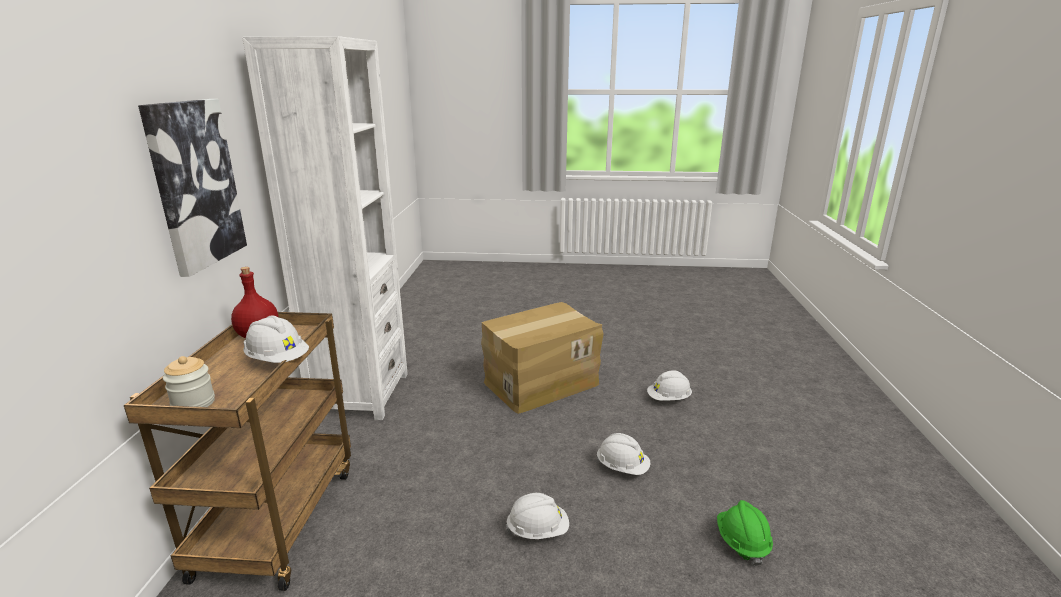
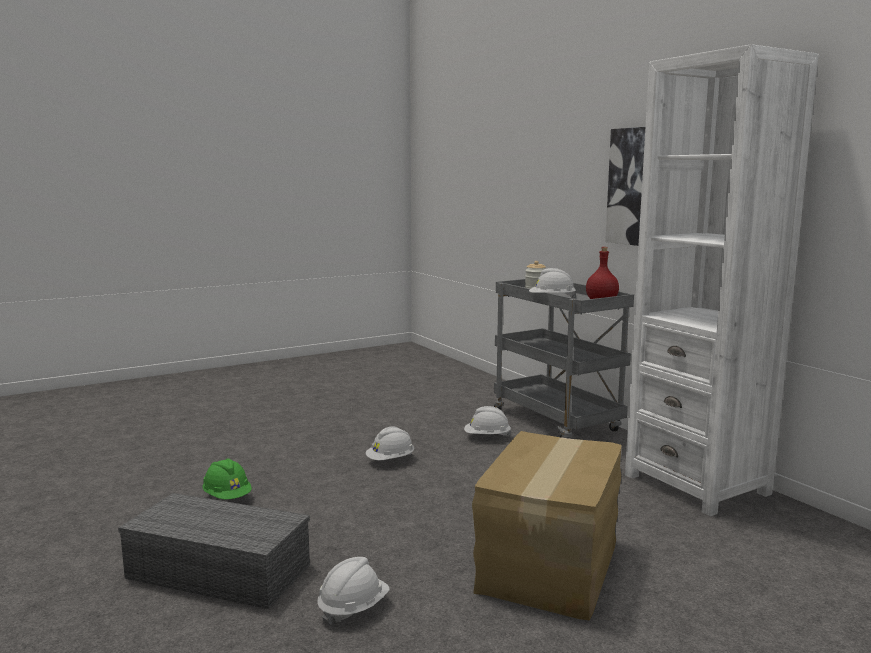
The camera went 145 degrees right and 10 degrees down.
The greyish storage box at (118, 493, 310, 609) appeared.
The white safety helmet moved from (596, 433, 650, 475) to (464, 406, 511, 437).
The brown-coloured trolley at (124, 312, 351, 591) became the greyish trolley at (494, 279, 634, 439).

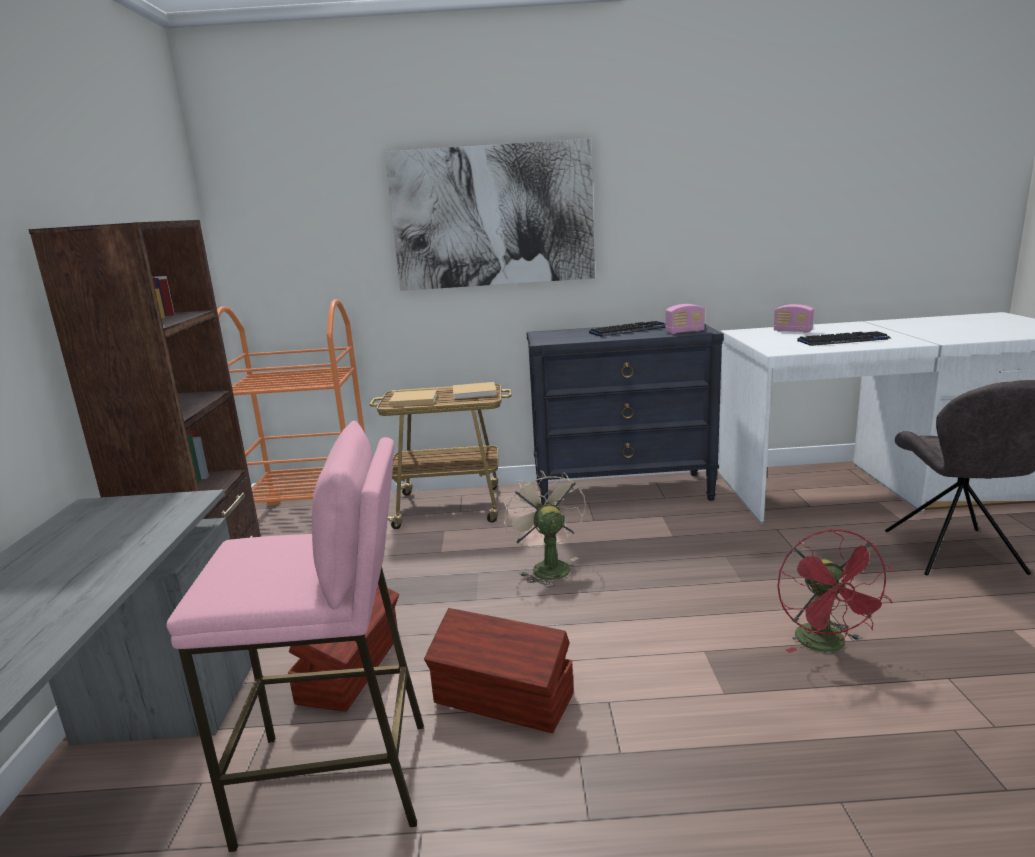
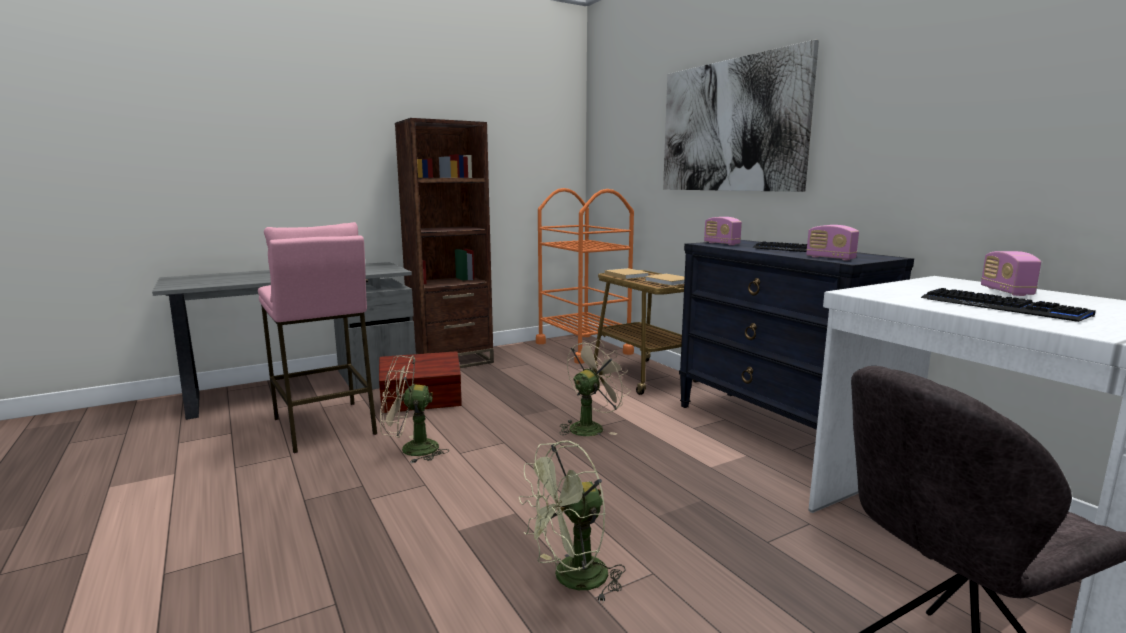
The camera went 60 degrees right and 5 degrees down.
The radio receiver at (704, 217, 742, 245) appeared.
The brown-coloured storage box at (424, 608, 573, 733) was replaced by the sand-coloured cooling fan at (380, 355, 449, 463).
The red cooling fan at (777, 529, 894, 653) became the green-coloured cooling fan at (519, 440, 626, 602).

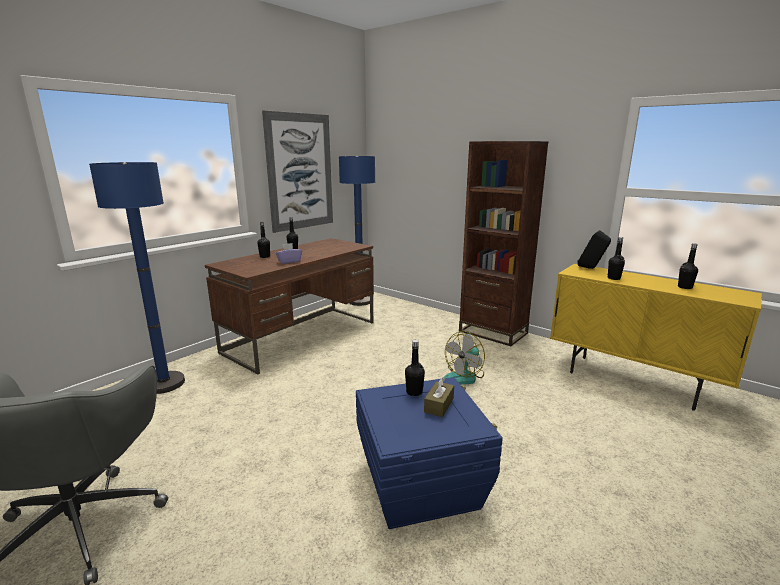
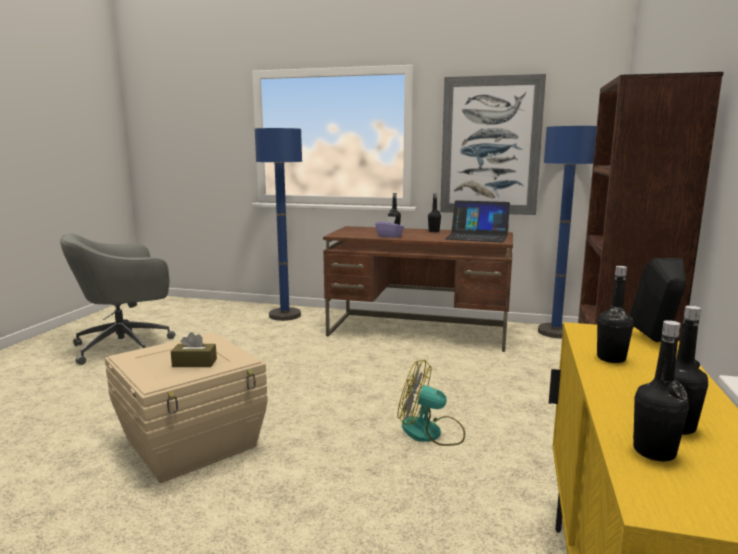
The camera went 65 degrees right and 5 degrees down.
The notebook computer at (445, 200, 510, 243) appeared.
The blackish drink bottle moved from (405, 340, 425, 396) to (633, 320, 689, 461).
The bluish storage box at (356, 377, 503, 529) became the sand-coloured storage box at (105, 333, 268, 483).

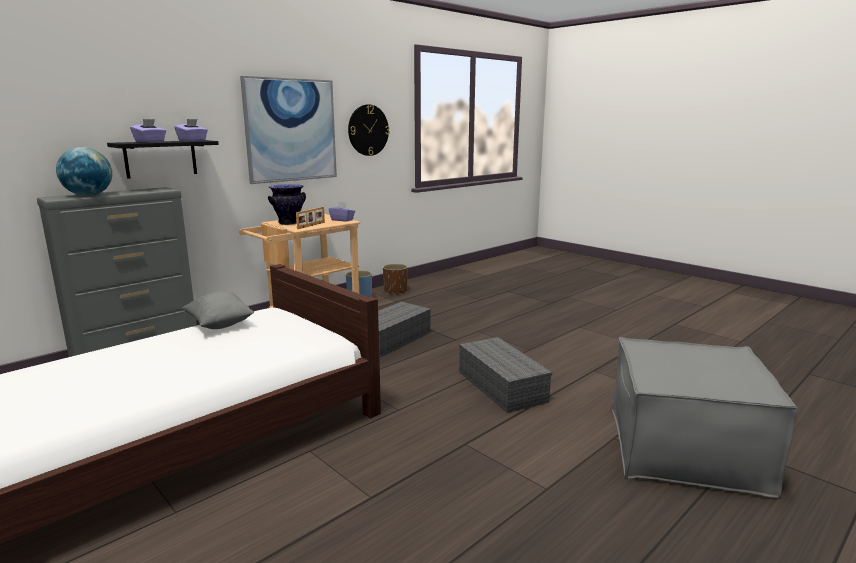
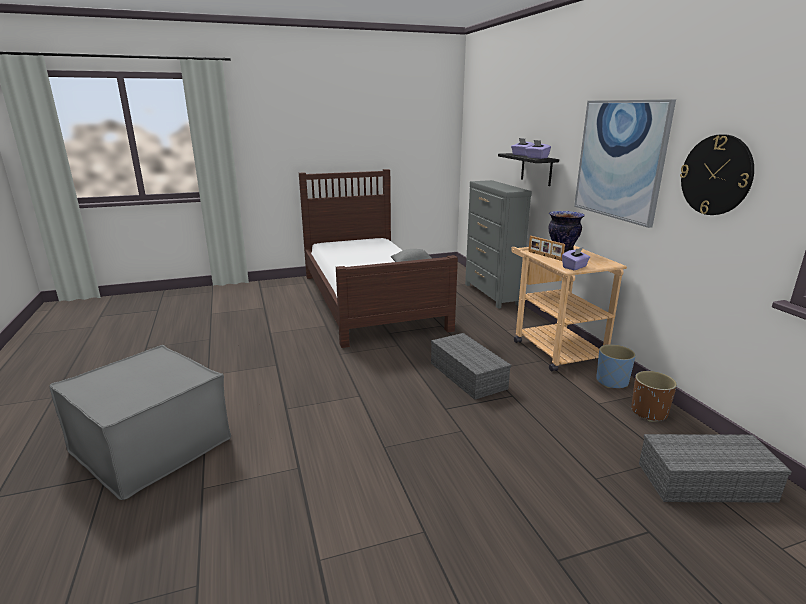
The camera went 115 degrees right and 5 degrees up.
The globe at (56, 147, 112, 196) disappeared.
The greyish storage box moved from (459, 337, 552, 413) to (639, 434, 792, 503).

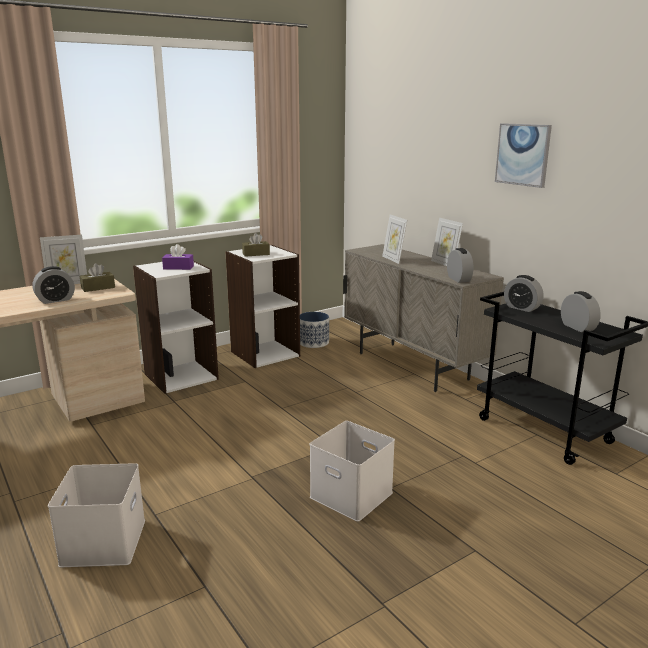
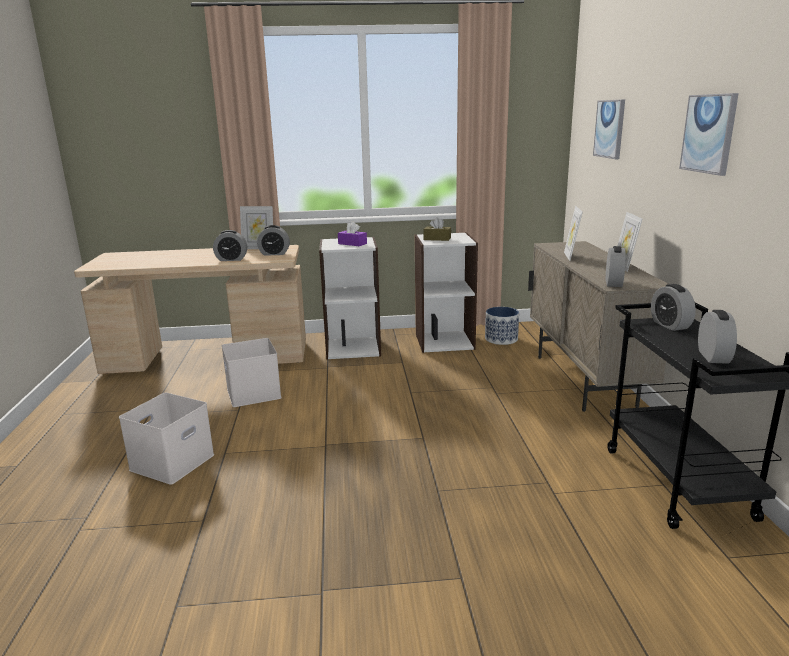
The camera went 30 degrees right and 0 degrees up.
The wall art at (593, 99, 625, 159) appeared.
The white storage box moved from (310, 421, 395, 522) to (222, 338, 282, 407).
The brown-coloured tissue box at (80, 263, 115, 292) was replaced by the alarm clock at (257, 225, 290, 256).

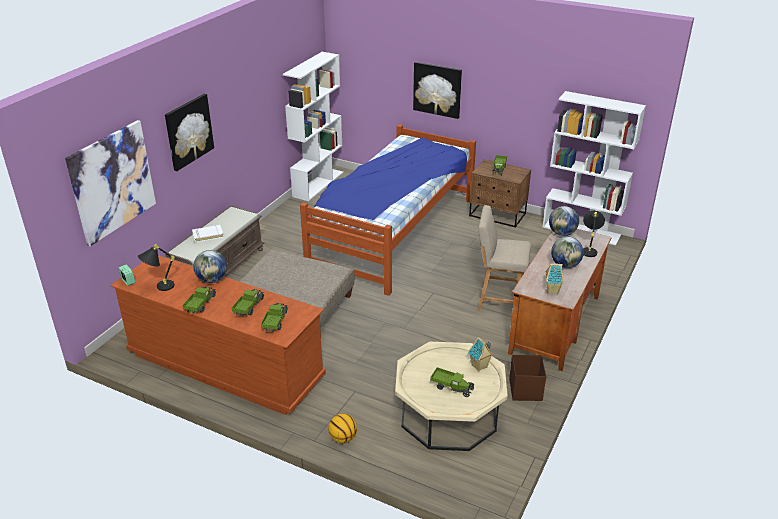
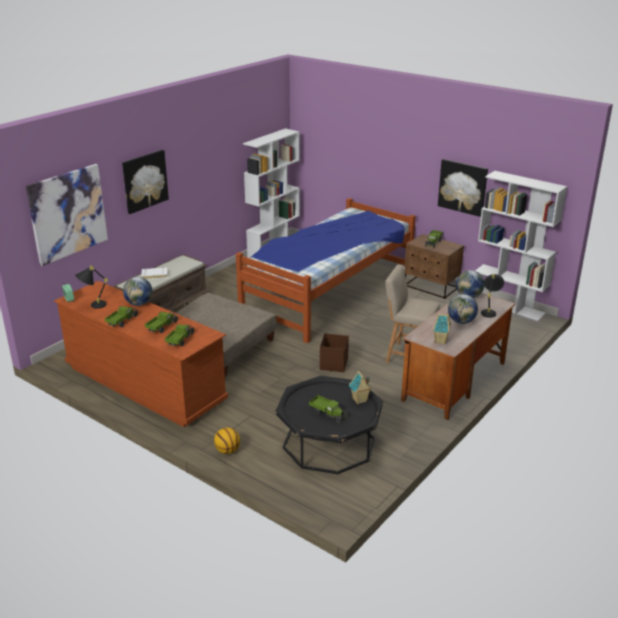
The camera went 10 degrees right and 5 degrees down.
The wall art moved from (413, 62, 462, 119) to (438, 159, 488, 217).
The brown-coloured storage box moved from (509, 355, 546, 401) to (320, 333, 349, 372).
The sand-coloured low table at (395, 342, 508, 451) became the blackish low table at (276, 376, 383, 474).

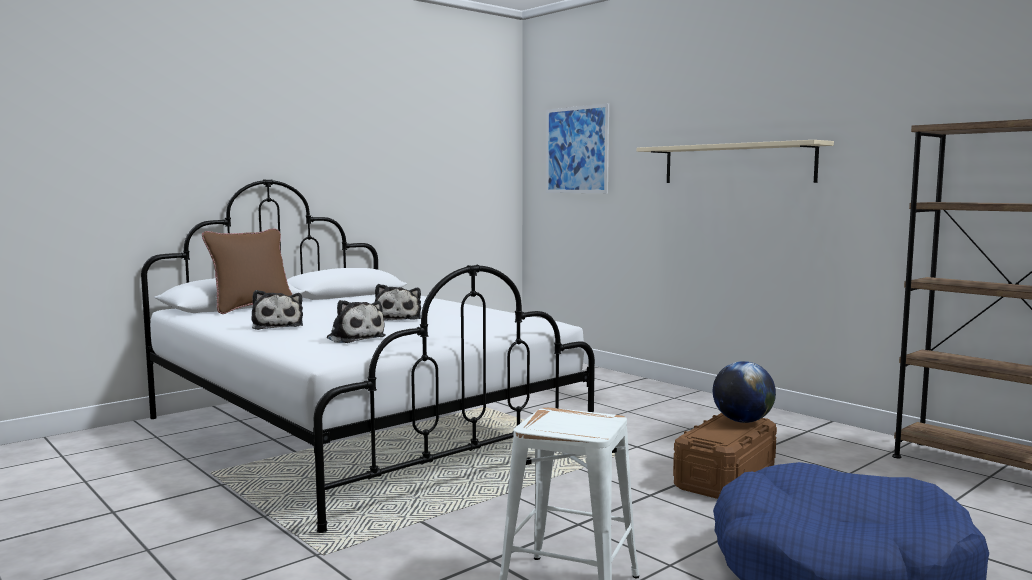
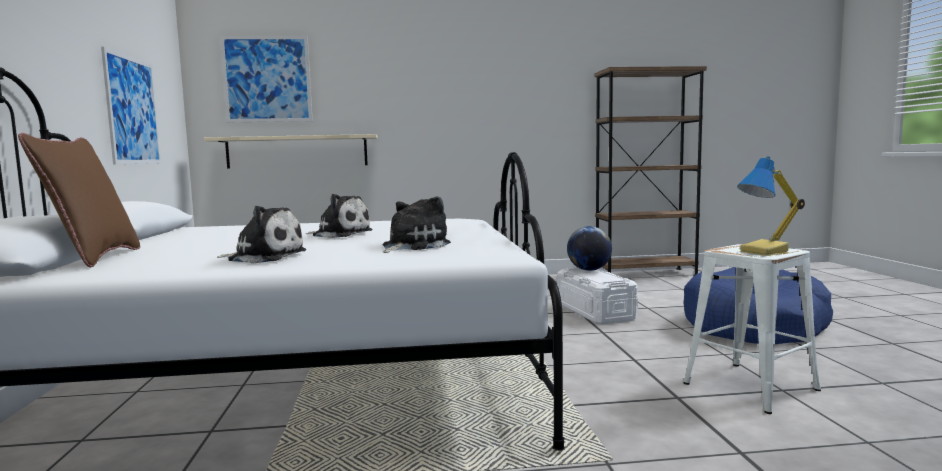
The camera went 55 degrees left and 0 degrees up.
The wall art at (101, 47, 161, 164) appeared.
The lamp for a table at (737, 156, 805, 256) appeared.
The sand-coloured bracket shelf moved from (637, 140, 834, 183) to (204, 134, 377, 169).
The brown-coloured storage box at (673, 413, 777, 499) became the white storage box at (557, 268, 638, 324).
The cuddly toy at (327, 300, 386, 343) turned 45 degrees counterclockwise.

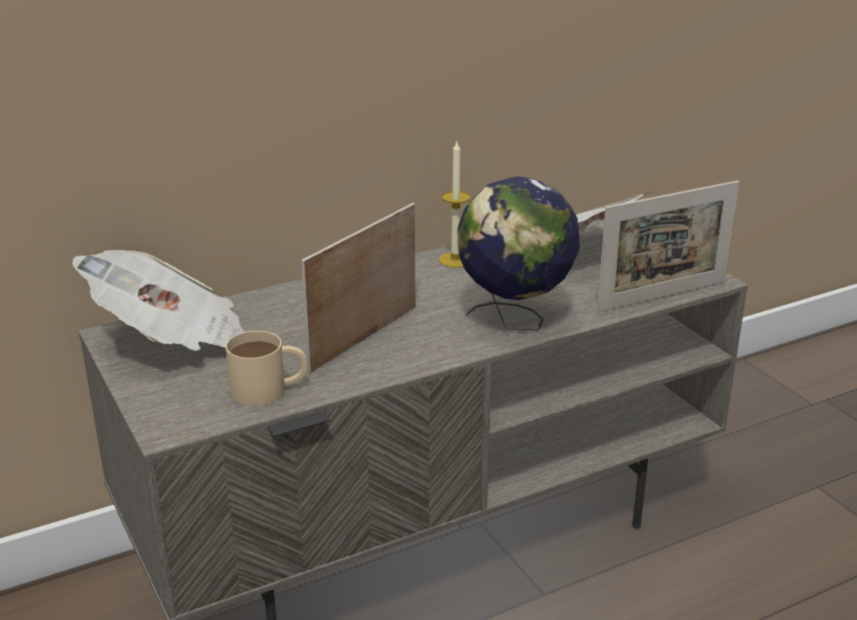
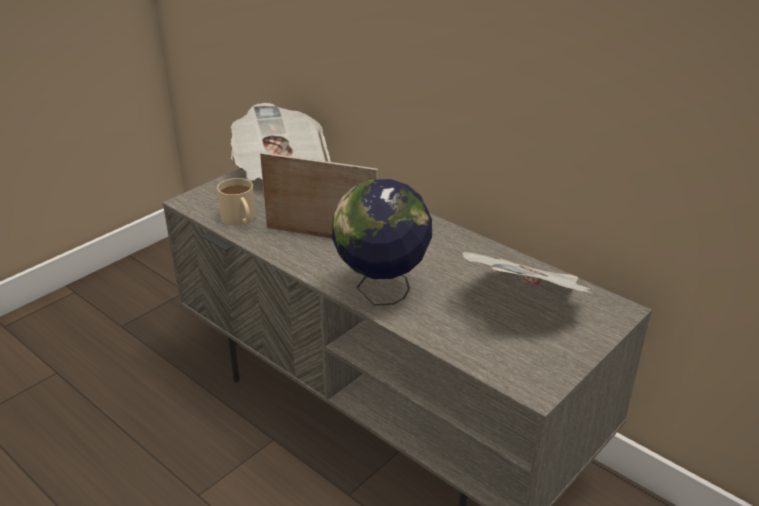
The camera went 70 degrees right and 5 degrees up.
The wax light at (439, 142, 471, 268) disappeared.
The standing frame at (597, 181, 739, 312) disappeared.

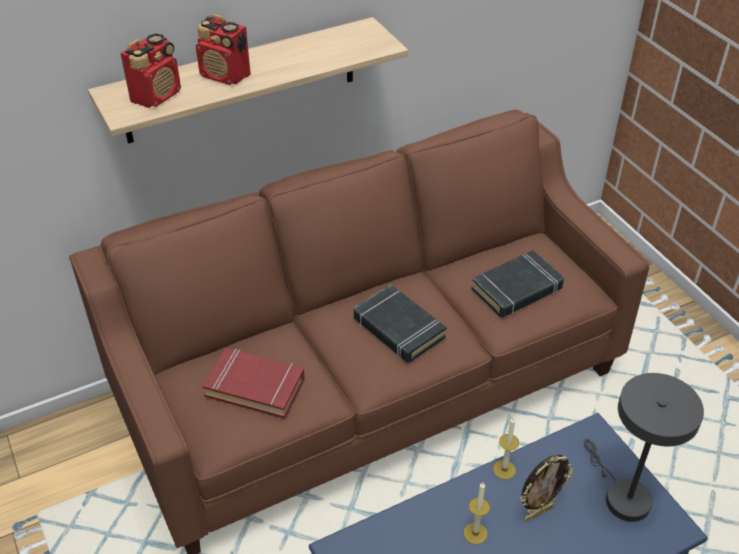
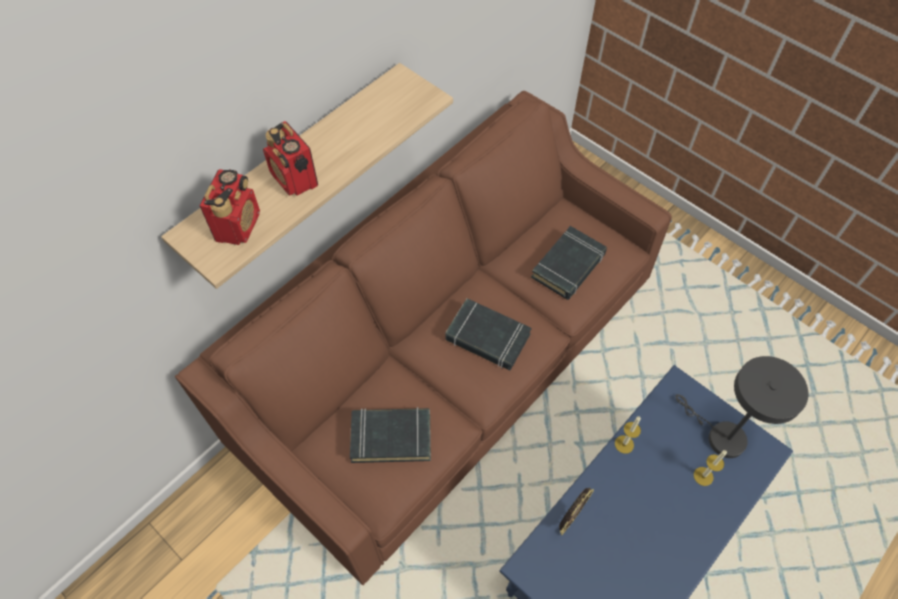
The camera went 20 degrees left and 15 degrees up.
The wax light moved from (463, 482, 490, 544) to (694, 450, 727, 486).
The standing frame moved from (520, 455, 573, 522) to (559, 487, 594, 535).
The red bound book at (202, 348, 305, 419) became the blackish bound book at (350, 407, 431, 463).
The radio receiver at (196, 14, 250, 85) turned 45 degrees clockwise.

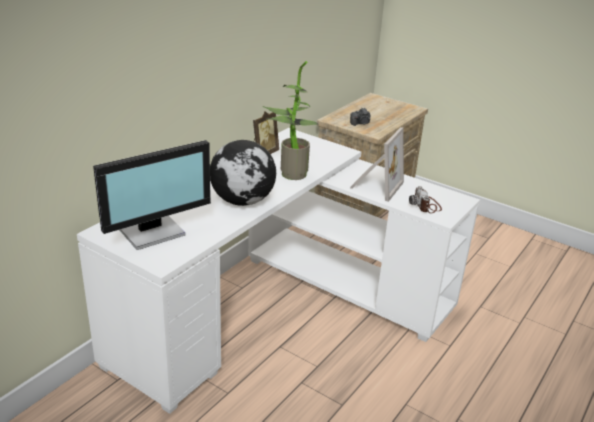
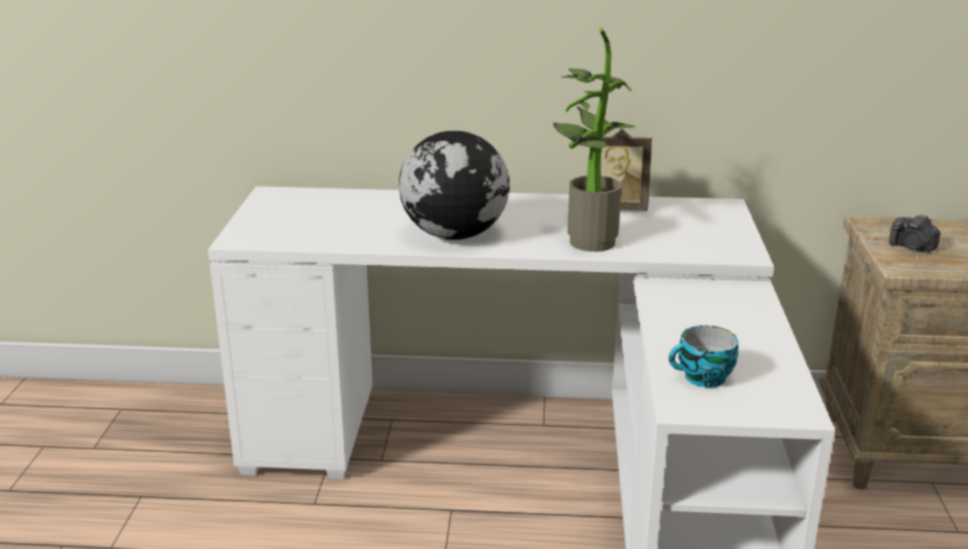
The camera went 60 degrees right and 5 degrees down.
The computer display at (93, 140, 211, 250) disappeared.
The standing frame at (350, 127, 404, 202) disappeared.
The still camera at (409, 186, 442, 213) was replaced by the small cup at (669, 325, 738, 388).

